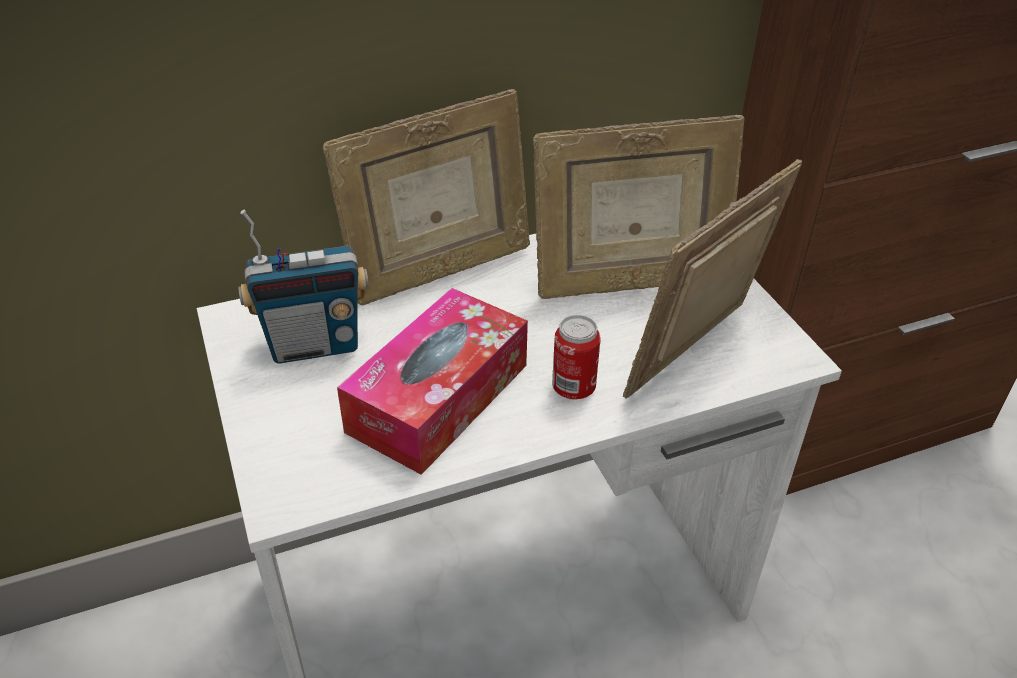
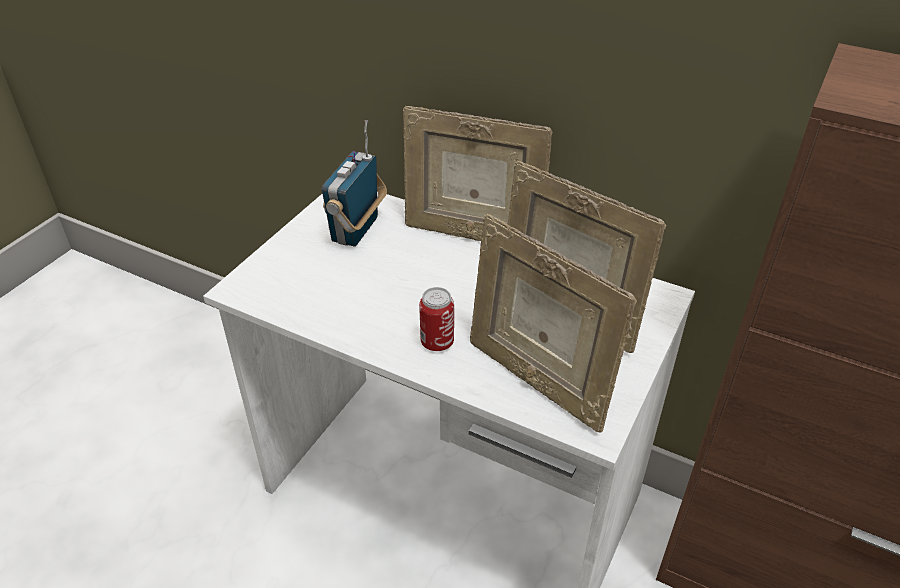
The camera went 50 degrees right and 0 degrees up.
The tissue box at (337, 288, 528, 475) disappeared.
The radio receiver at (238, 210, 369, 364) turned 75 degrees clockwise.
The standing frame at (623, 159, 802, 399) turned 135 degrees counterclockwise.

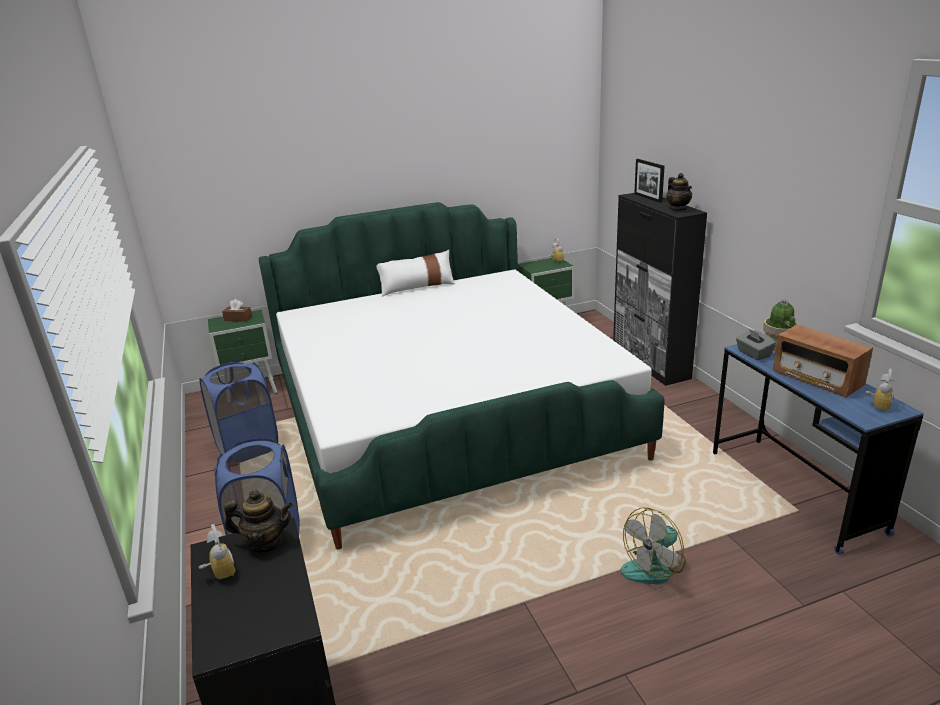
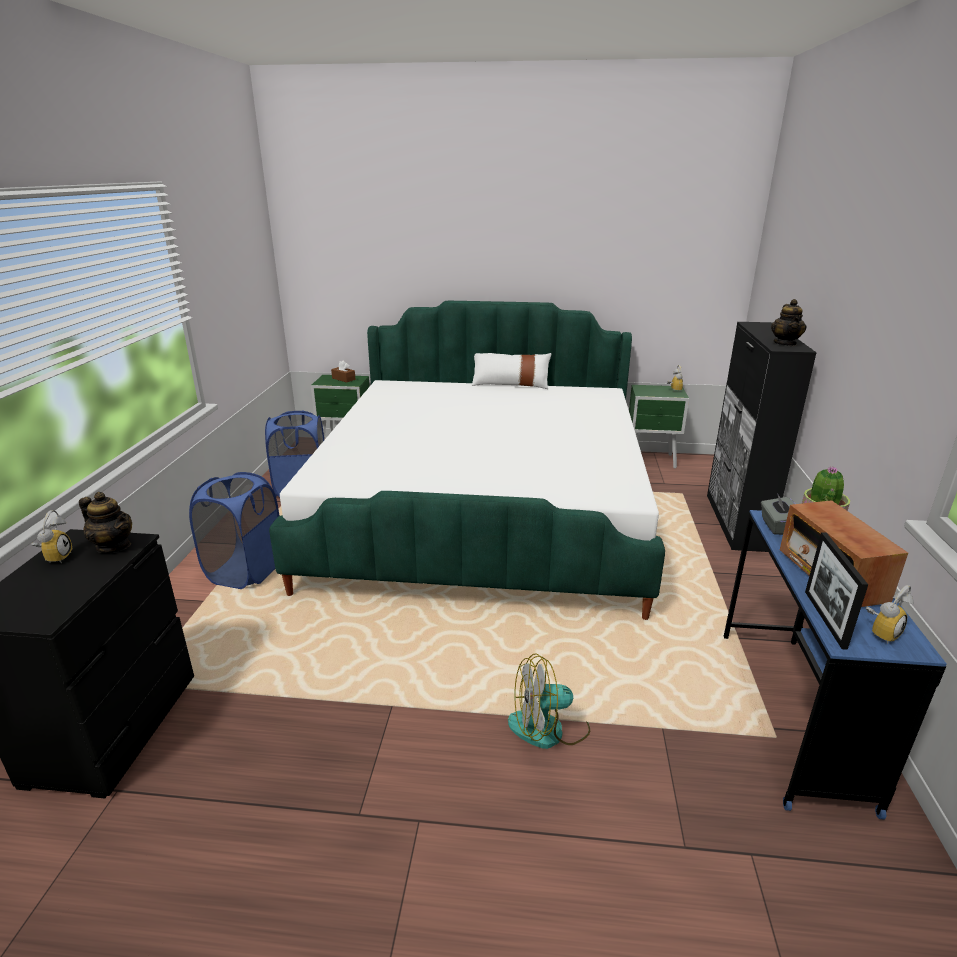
The camera went 25 degrees right and 0 degrees up.
The standing frame moved from (634, 159, 665, 203) to (805, 532, 868, 650).

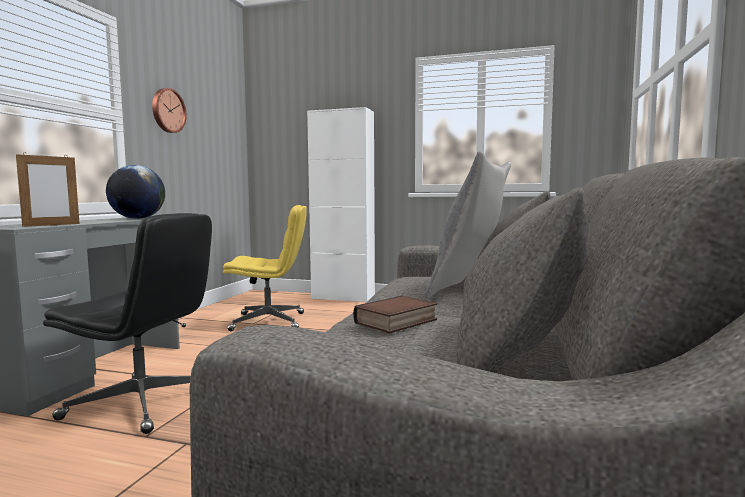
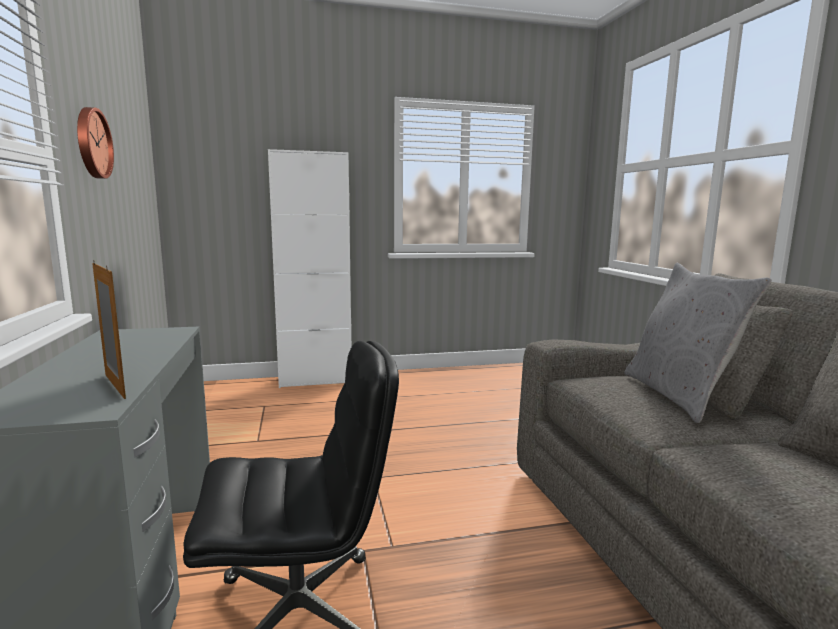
The camera went 30 degrees left and 5 degrees up.
The globe at (106, 165, 165, 219) disappeared.
The yellow desk chair at (223, 205, 307, 331) disappeared.
The bound book at (353, 296, 437, 334) disappeared.
The standing frame at (16, 152, 80, 227) turned 45 degrees counterclockwise.

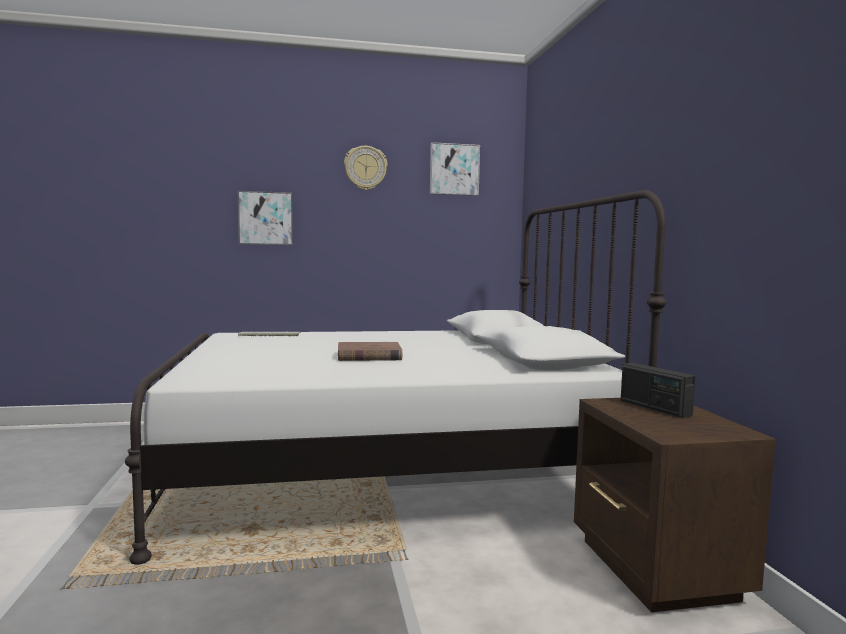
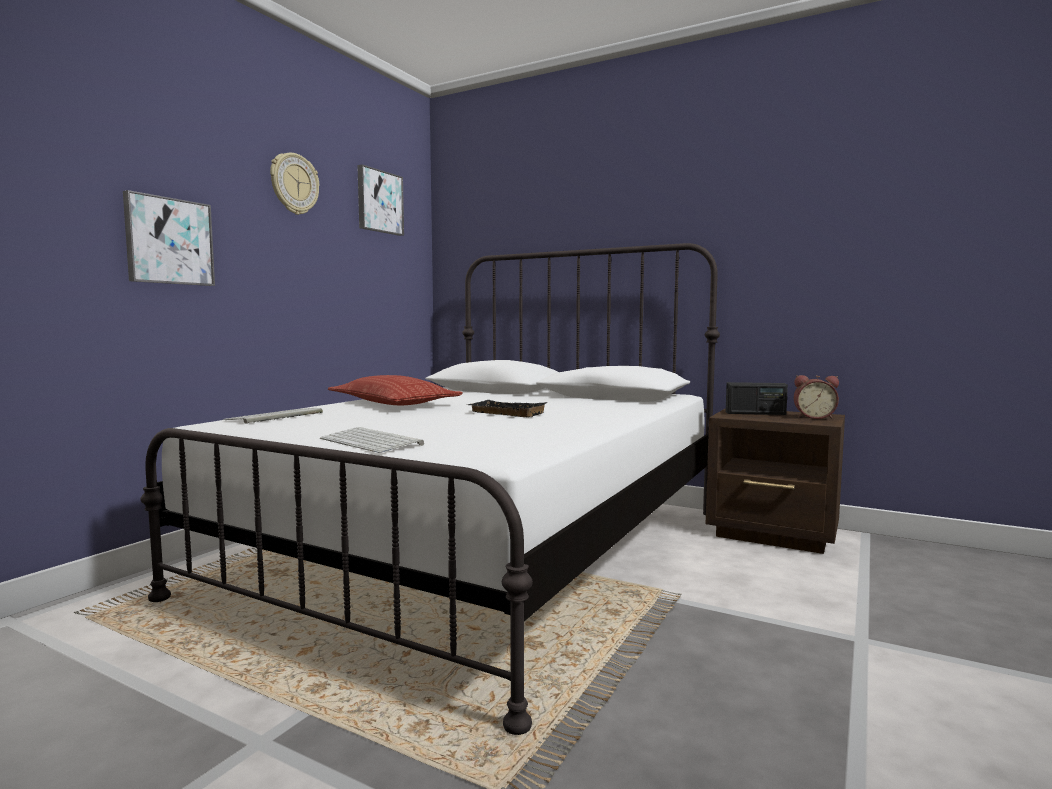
The camera went 50 degrees left and 0 degrees up.
The computer keyboard at (320, 427, 424, 453) appeared.
The throw pillow at (328, 375, 463, 405) appeared.
The alarm clock at (794, 375, 839, 419) appeared.
The brown-coloured bound book at (338, 342, 402, 361) was replaced by the blackish tray at (468, 400, 548, 417).

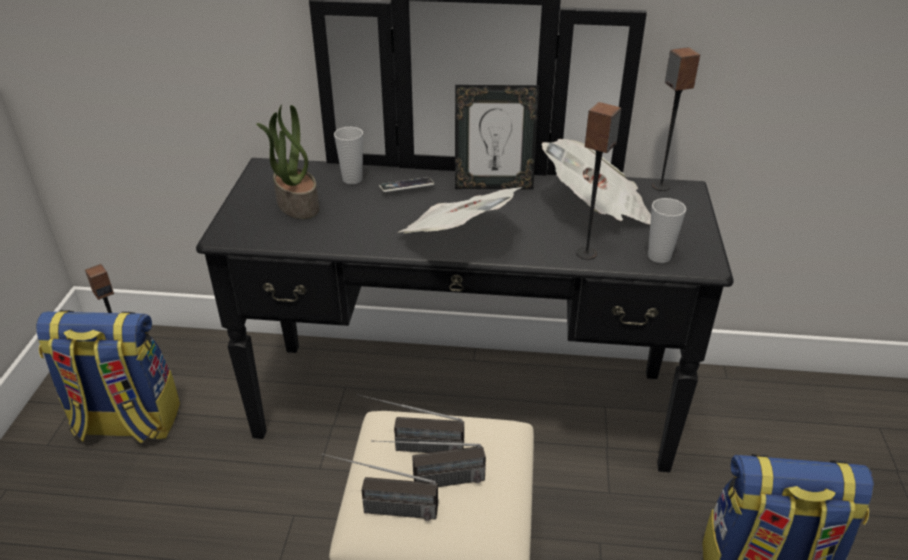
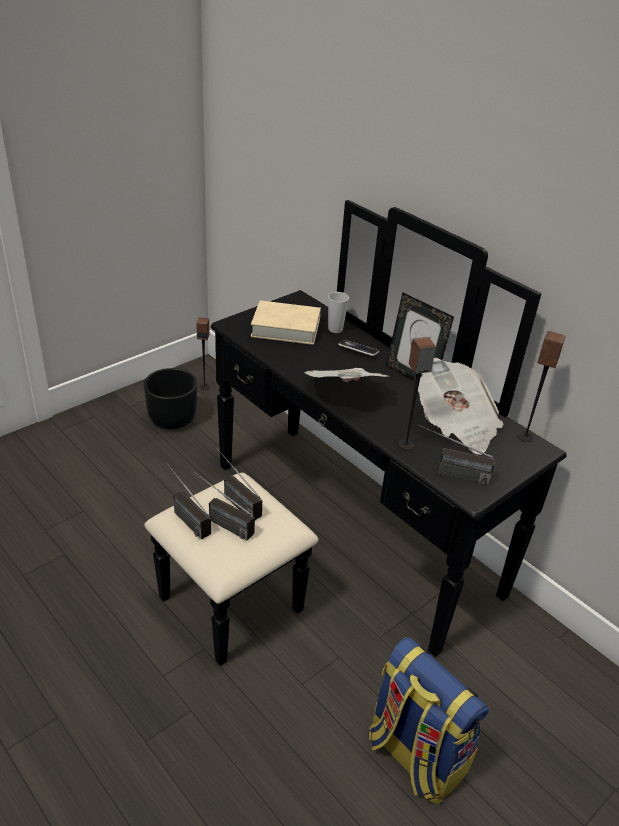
The camera went 40 degrees right and 0 degrees up.
The backpack at (36, 310, 180, 443) was replaced by the blackish plant pot at (144, 368, 197, 430).
The potted plant at (256, 104, 319, 219) was replaced by the sand-coloured bound book at (251, 300, 321, 345).
The small cup at (648, 198, 686, 263) was replaced by the radio receiver at (418, 424, 495, 486).

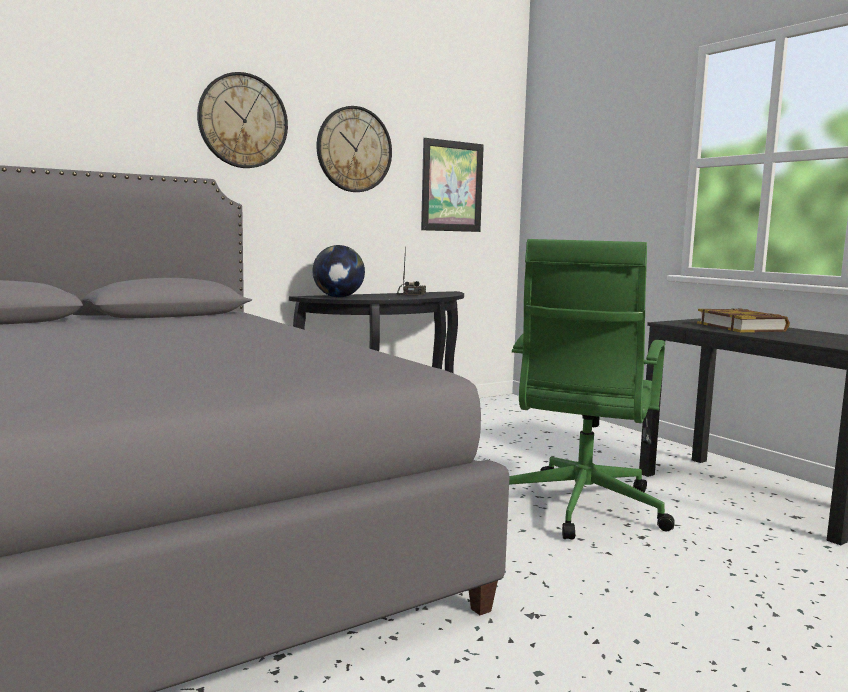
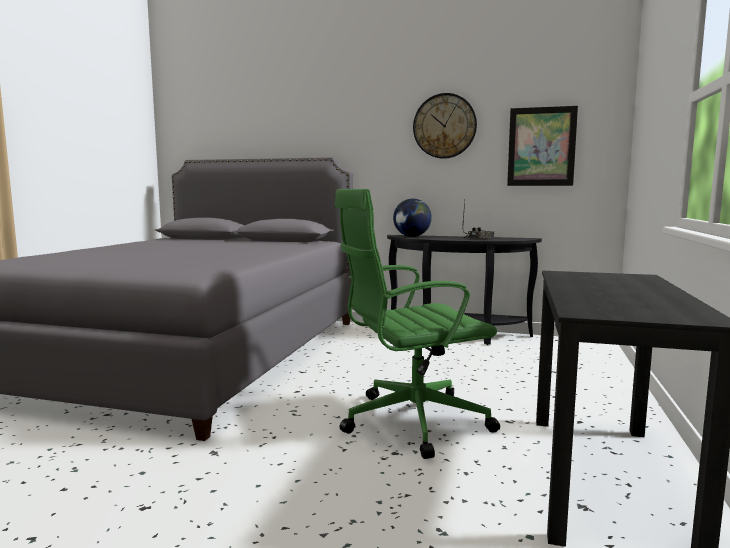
The camera went 50 degrees right and 0 degrees up.
The clock on the wall at (197, 72, 288, 168) disappeared.
The bound book at (697, 308, 790, 332) disappeared.

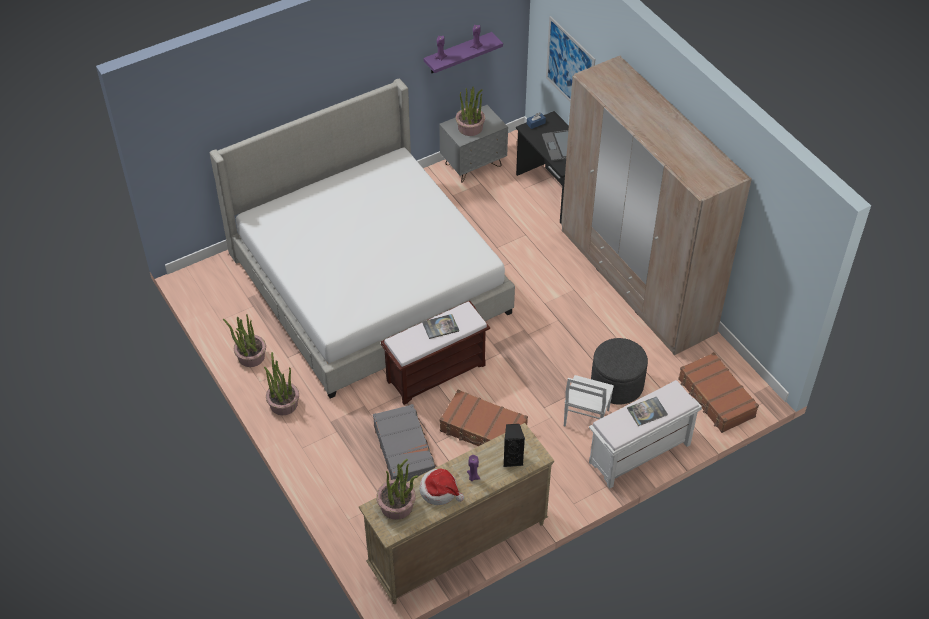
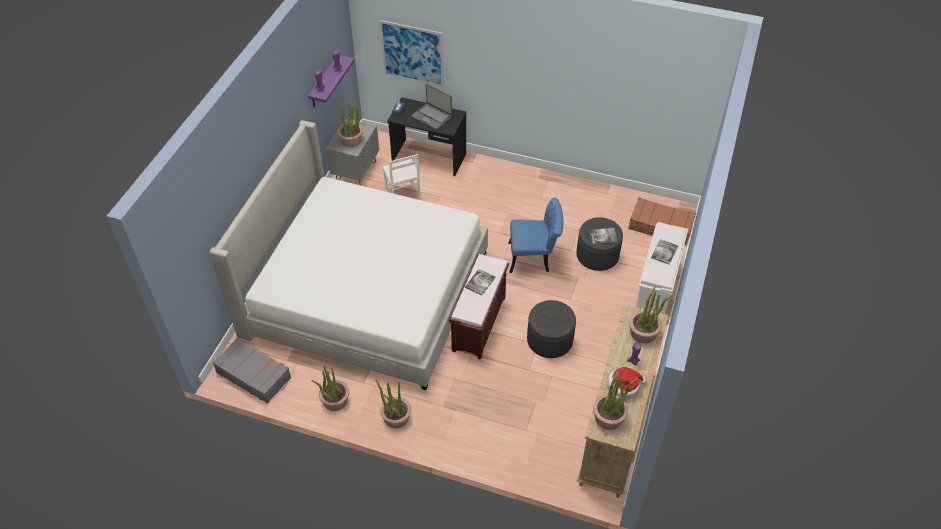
The camera went 40 degrees left and 0 degrees up.
The sand-coloured armoire at (561, 55, 752, 355) disappeared.
The bluish chair at (508, 198, 564, 273) appeared.
The bound book at (589, 227, 618, 244) appeared.
The greyish suitcase moved from (373, 404, 437, 482) to (213, 338, 291, 404).
The white chair moved from (564, 375, 614, 427) to (383, 154, 420, 198).
The brown-coloured suitcase at (440, 389, 528, 446) was replaced by the greyish pouffe at (527, 300, 576, 358).
The blackish speaker at (503, 424, 525, 467) was replaced by the potted plant at (629, 287, 673, 343).

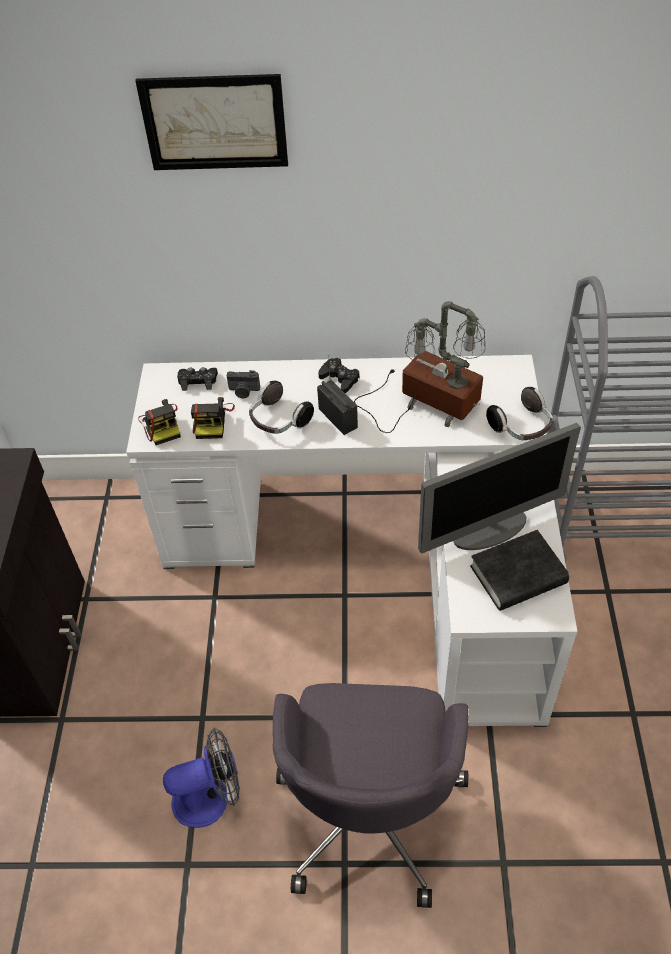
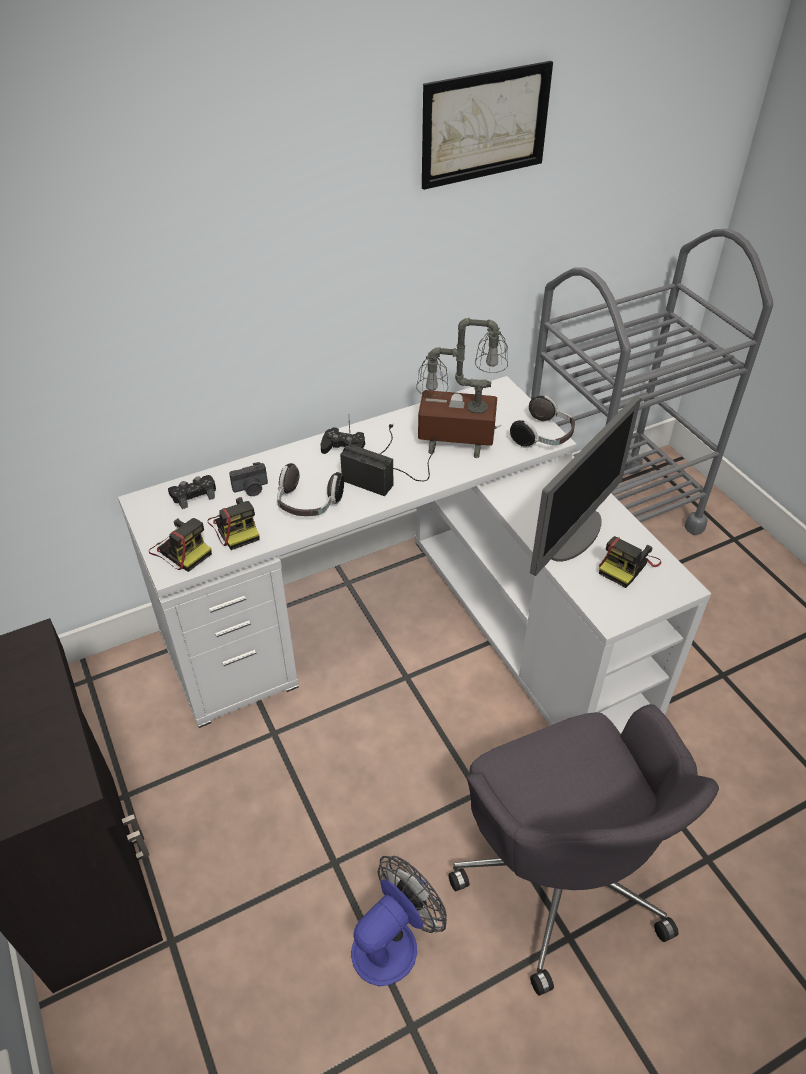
The camera went 30 degrees left and 5 degrees down.
The wall art moved from (135, 74, 288, 170) to (422, 61, 553, 190).
The blackish bound book at (470, 530, 569, 611) was replaced by the still camera at (599, 536, 661, 588).

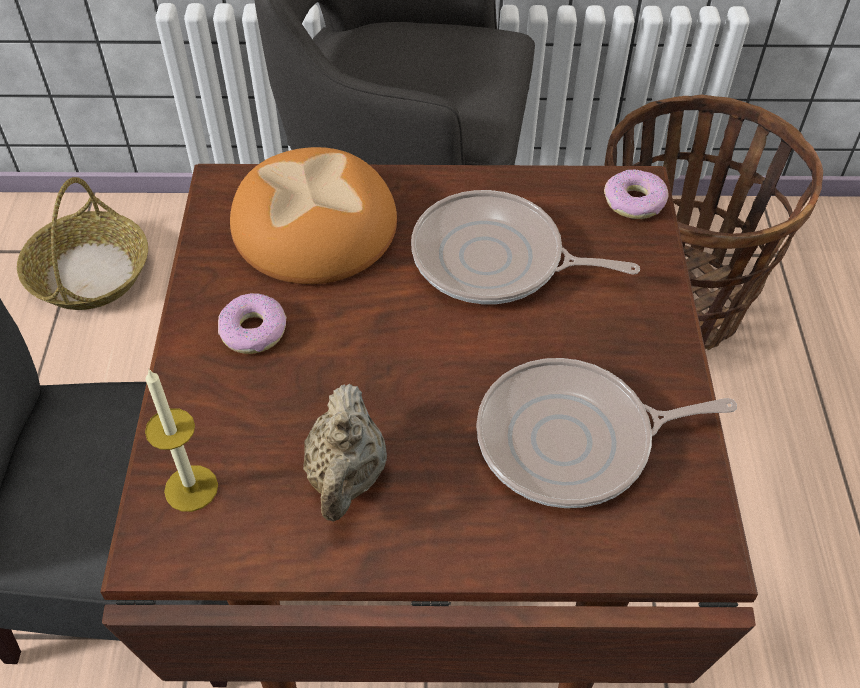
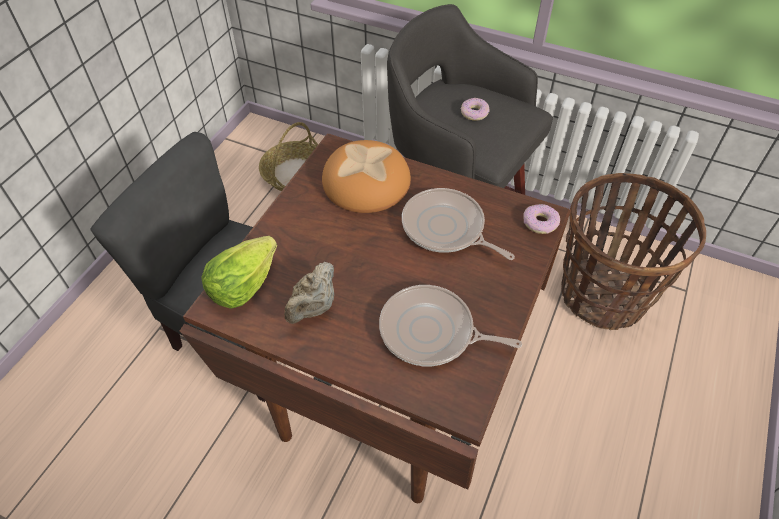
The camera went 25 degrees right and 0 degrees up.
The doughnut moved from (218, 293, 287, 354) to (461, 98, 490, 121).
The wax light at (145, 368, 218, 512) was replaced by the lettuce at (201, 236, 277, 309).

